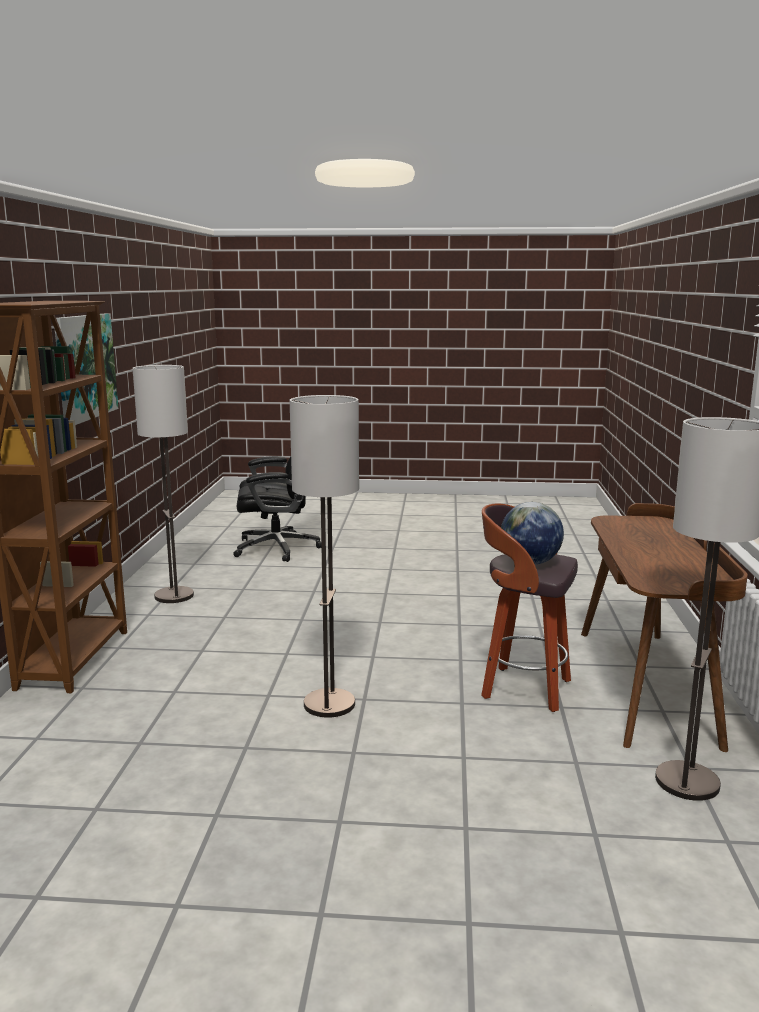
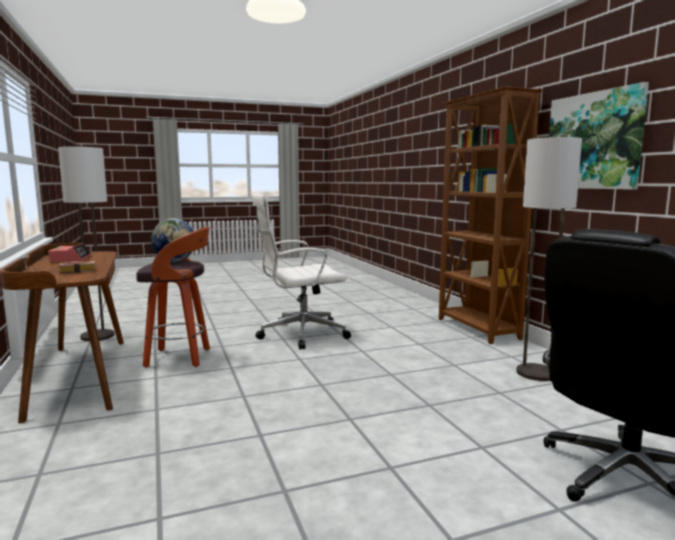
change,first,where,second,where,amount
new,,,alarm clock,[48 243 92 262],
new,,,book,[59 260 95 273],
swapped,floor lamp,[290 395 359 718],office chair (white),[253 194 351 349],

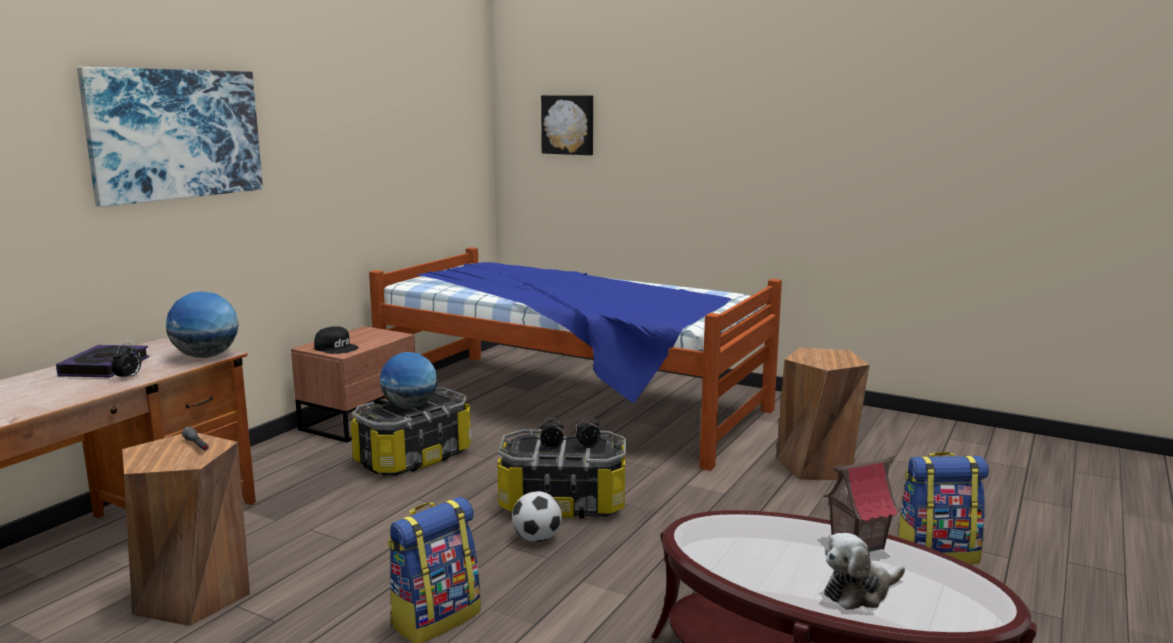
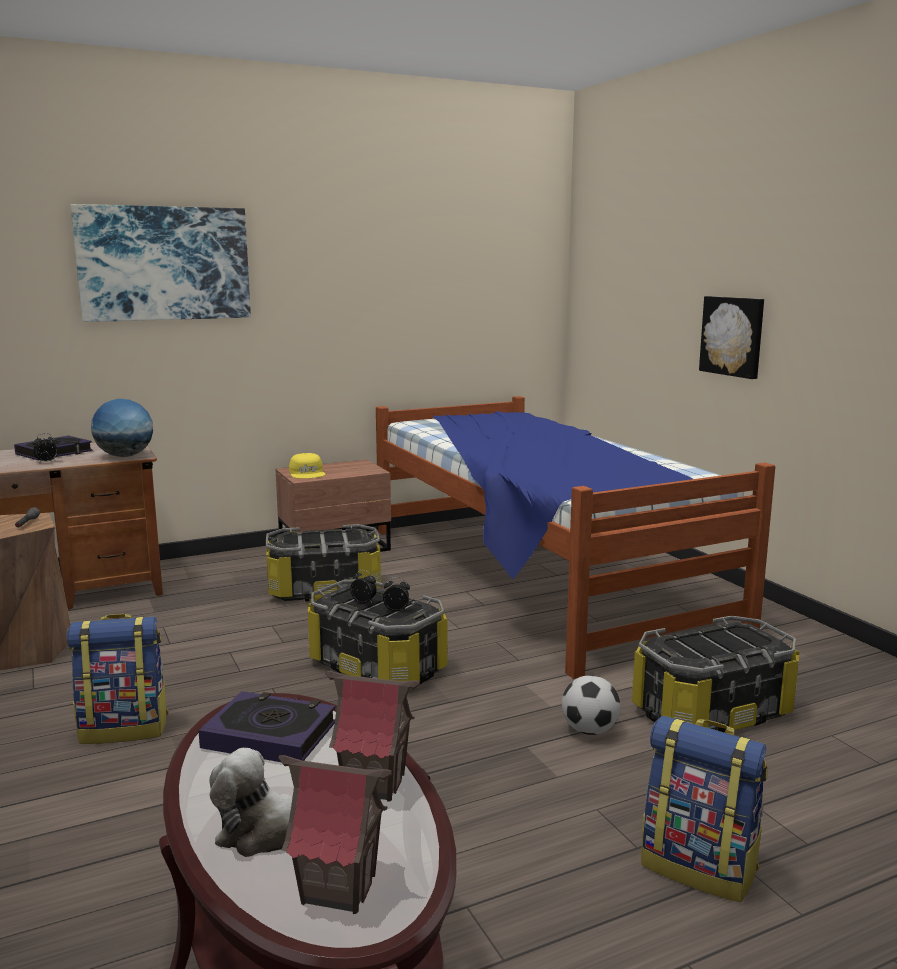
change,first,where,second,where,amount
new,,,book,[198 691 336 762],
new,,,toy house,[279 755 392 914],
repainted,cap (black),[314 326 359 354],cap (yellow),[289 453 325 478],
shifted,football,[512 491 562 542],,[562 675 620 735],
swapped,stool (brown),[776 347 870 481],storage box,[632 616 799 733],
shifted,picture,[541 95 593 155],,[699 296 764 379],
gone,globe,[380 352 437 408],,,

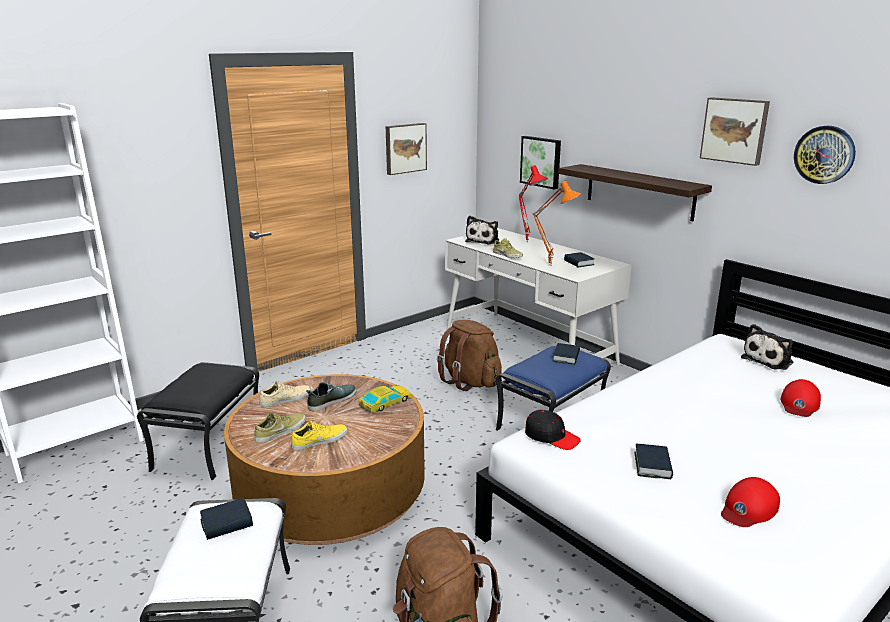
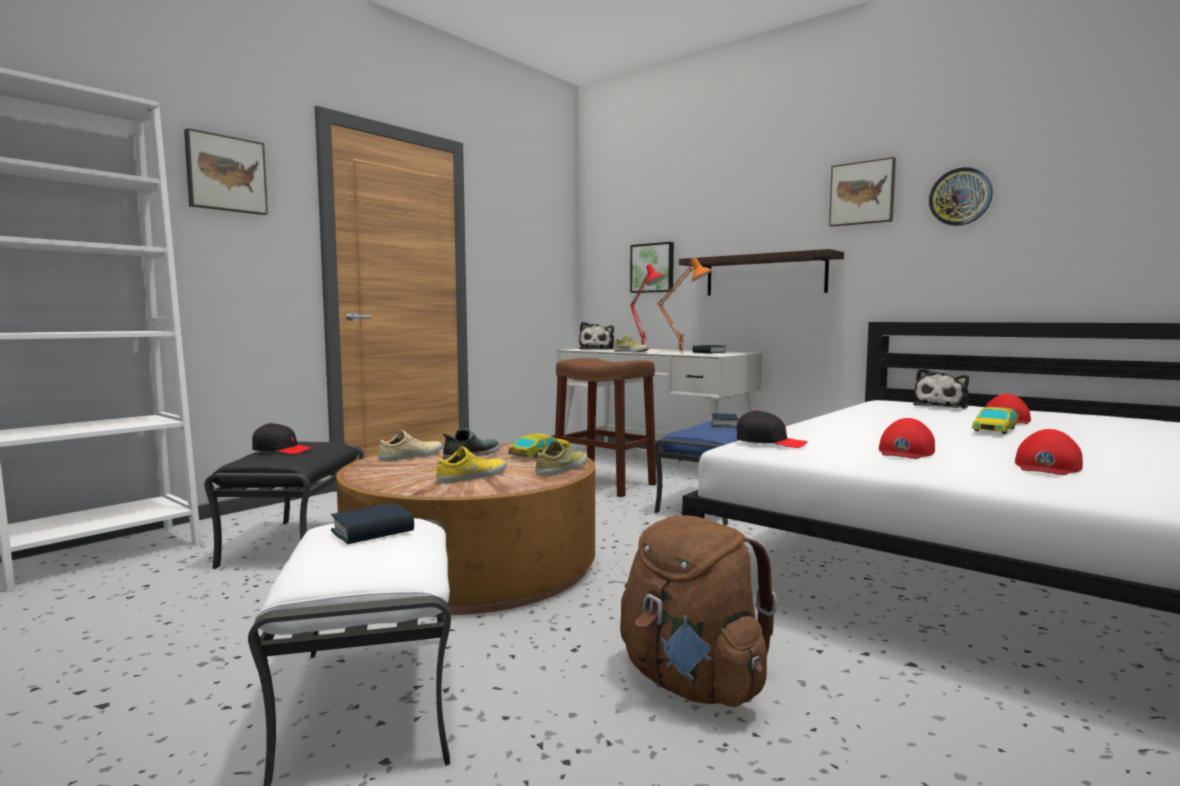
change,first,where,second,where,amount
shifted,picture,[386 123 427 175],,[184 128 268 215],
new,,,cap (black),[252 423 313 454],
shifted,shoe (beige),[254 412 306 443],,[535 440 588 476],
swapped,backpack (brown),[437 320 502 391],stool (brown),[555 358 657 497],
swapped,book,[634 444 673 479],cap (red),[879 418 935 459],
new,,,toy car,[972 407 1018 434],

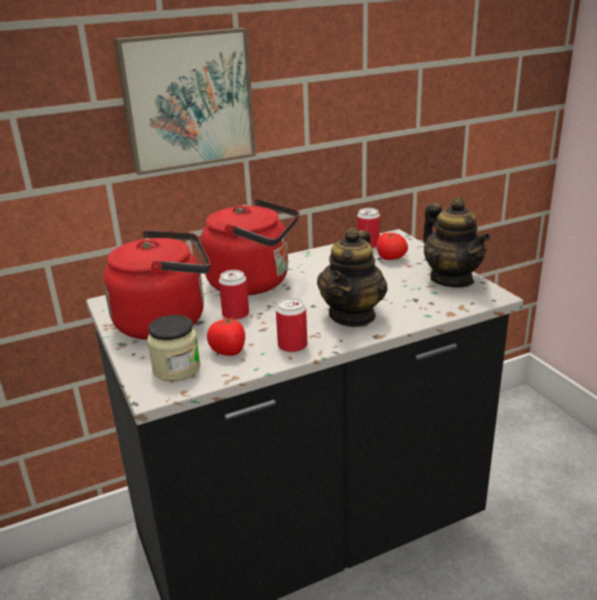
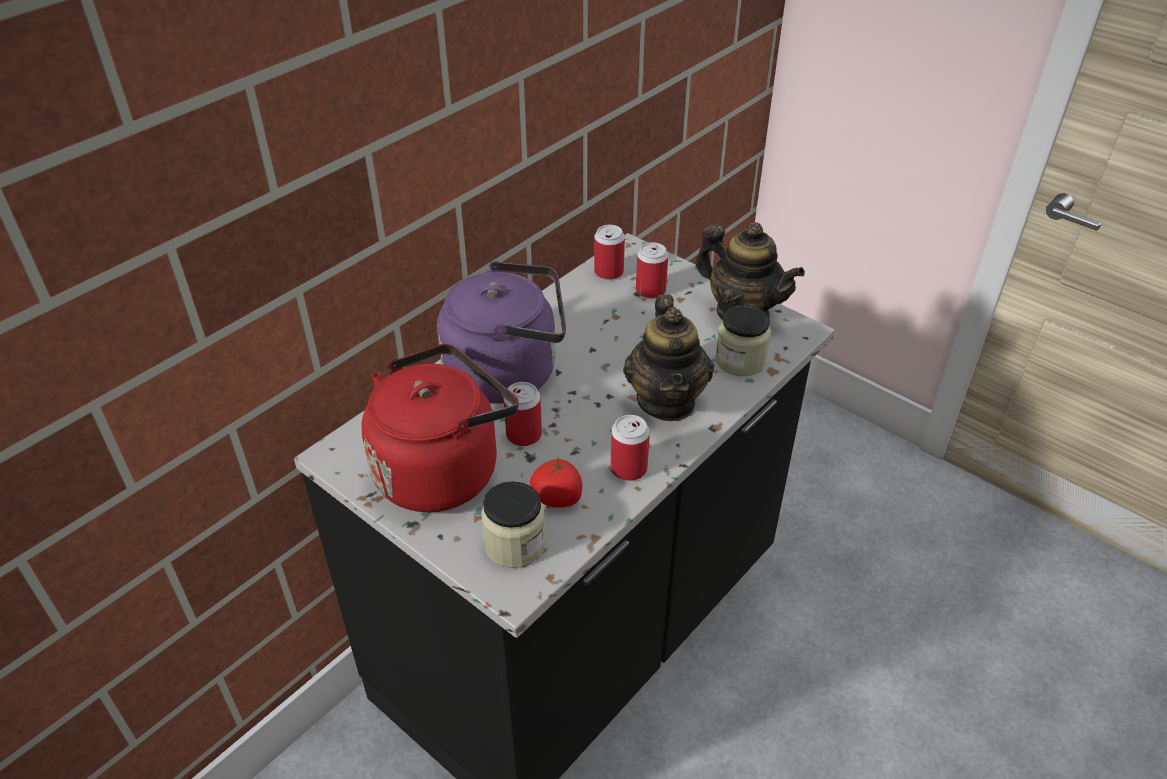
change,first,where,second,where,amount
repainted,kettle (red),[201 198 299 295],kettle (purple),[437 261 566 404],
swapped,tomato,[376 233 408 260],can,[636 242 668 299],
new,,,jar,[715 305 771 376],
gone,picture,[114 28 256 175],,,

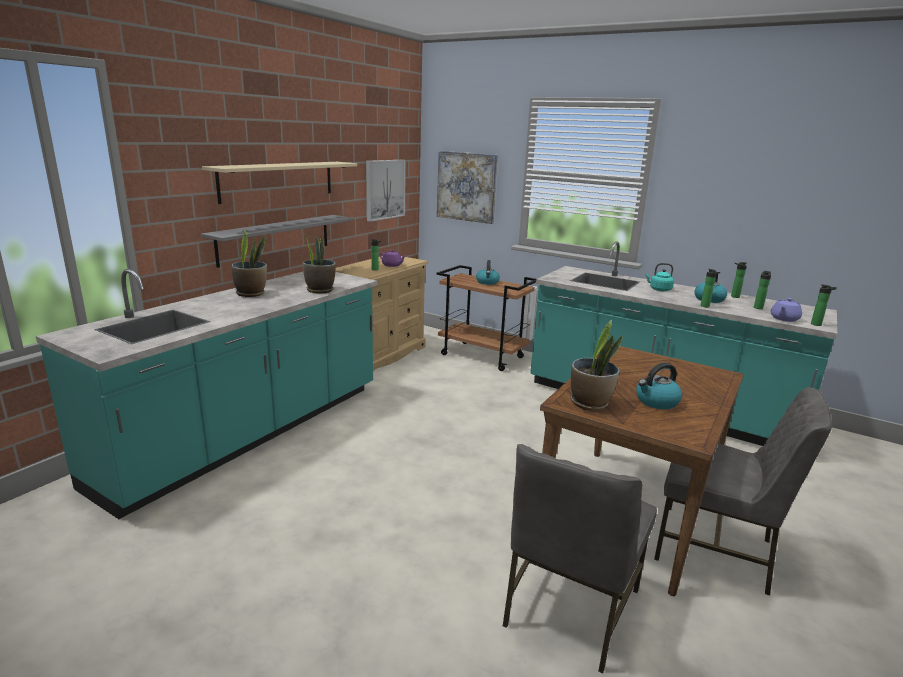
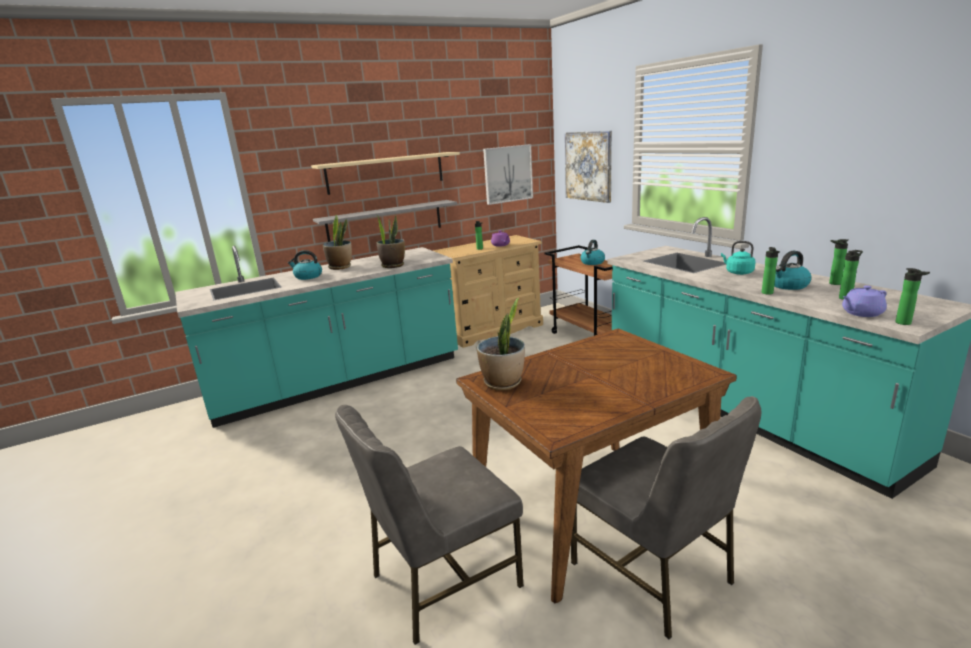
change,first,where,second,where,amount
shifted,kettle,[636 363 682 409],,[288 250 322 280],

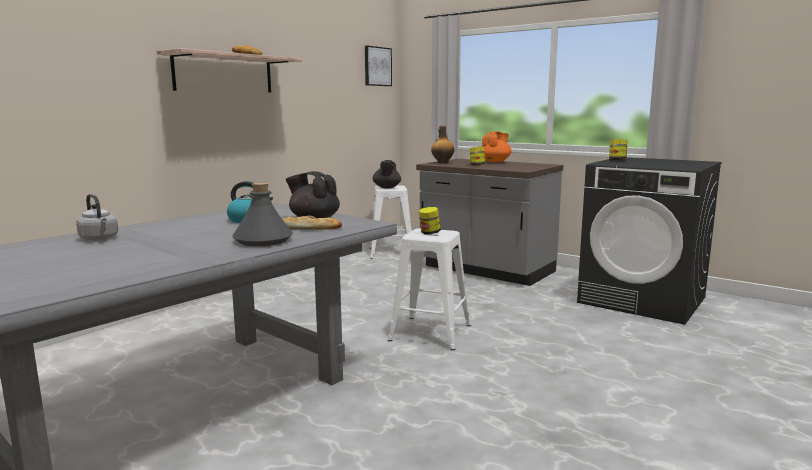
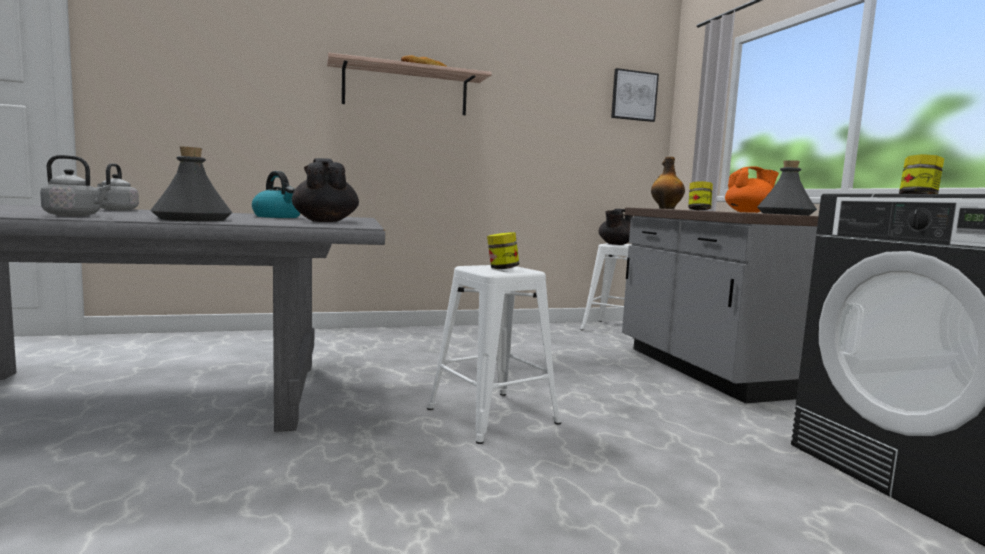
change,first,where,second,where,amount
new,,,kettle (grey),[40 155 111 217],
new,,,bottle (grey),[757 160 817 215],
gone,bread,[283 216 342 230],,,

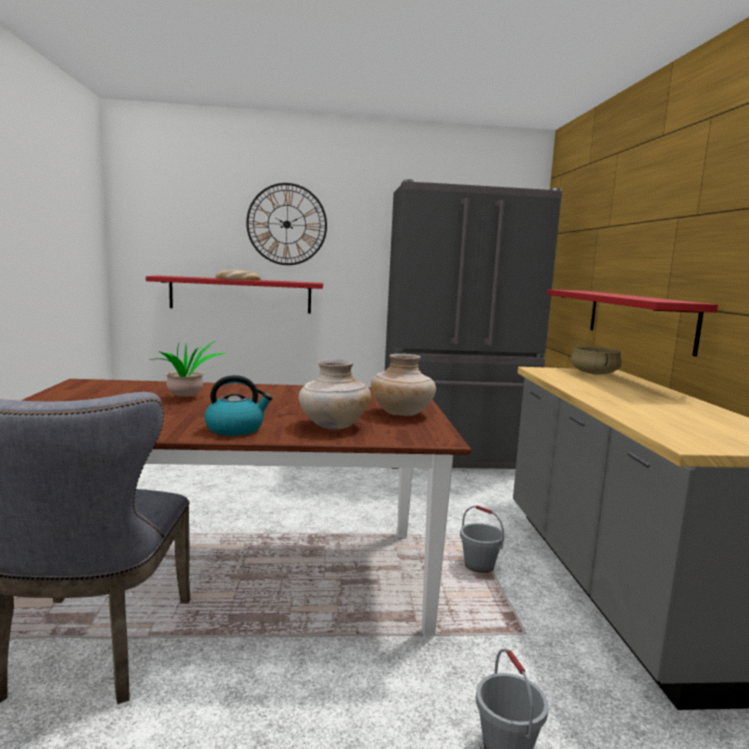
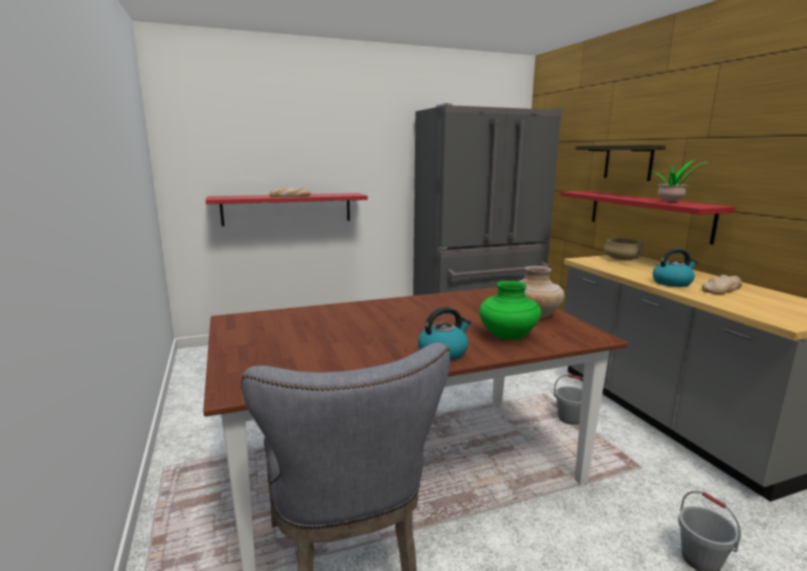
change,first,where,second,where,amount
repainted,vase (beige),[299 359 371 429],vase (green),[479 281 541 340],
new,,,shelf,[576 145 666 181],
shifted,potted plant,[149 341 225 397],,[651 160 703 201],
new,,,kettle,[653 248 698 287],
new,,,bread,[702 275 742 294],
gone,wall clock,[246 183 327 265],,,

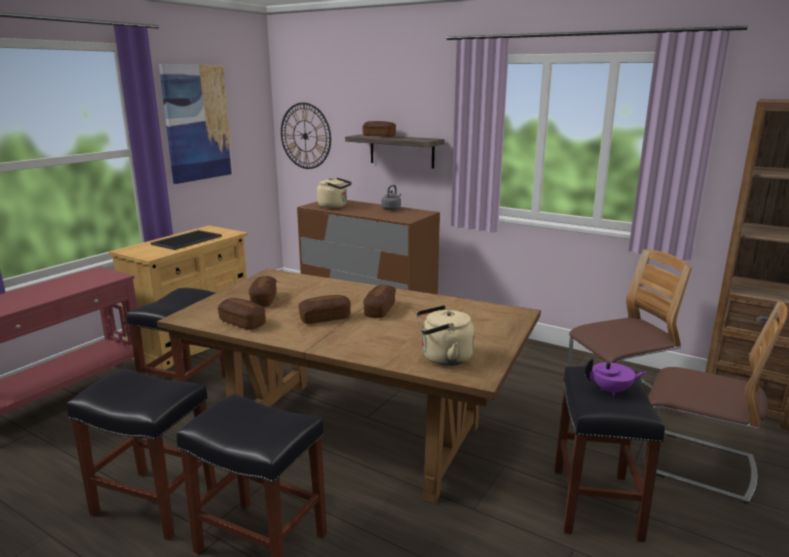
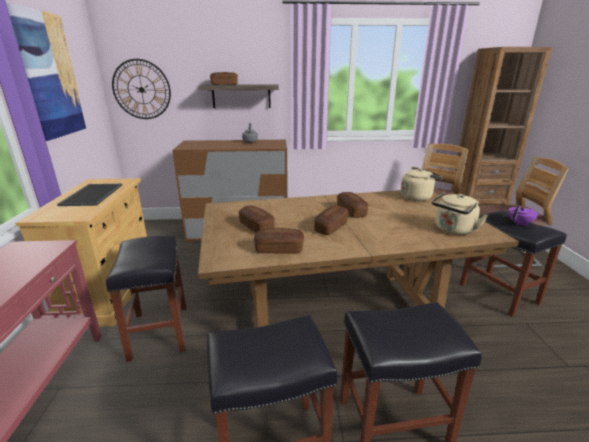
change,first,where,second,where,amount
shifted,kettle (beige),[317 178 352 208],,[401 167 443 201],

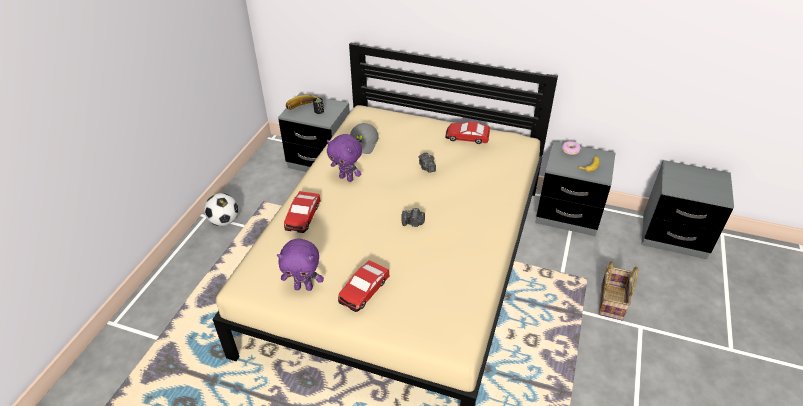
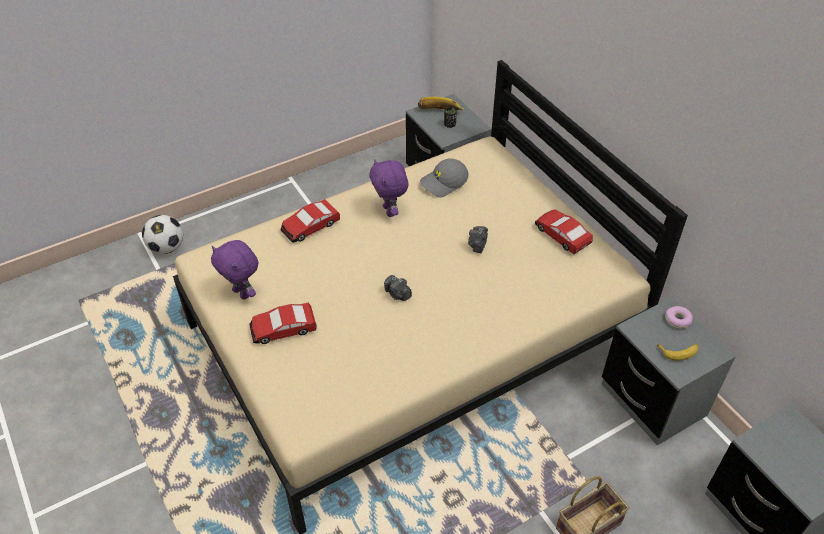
change,first,where,second,where,amount
shifted,football,[204 193 238 226],,[142 215 183 254],

